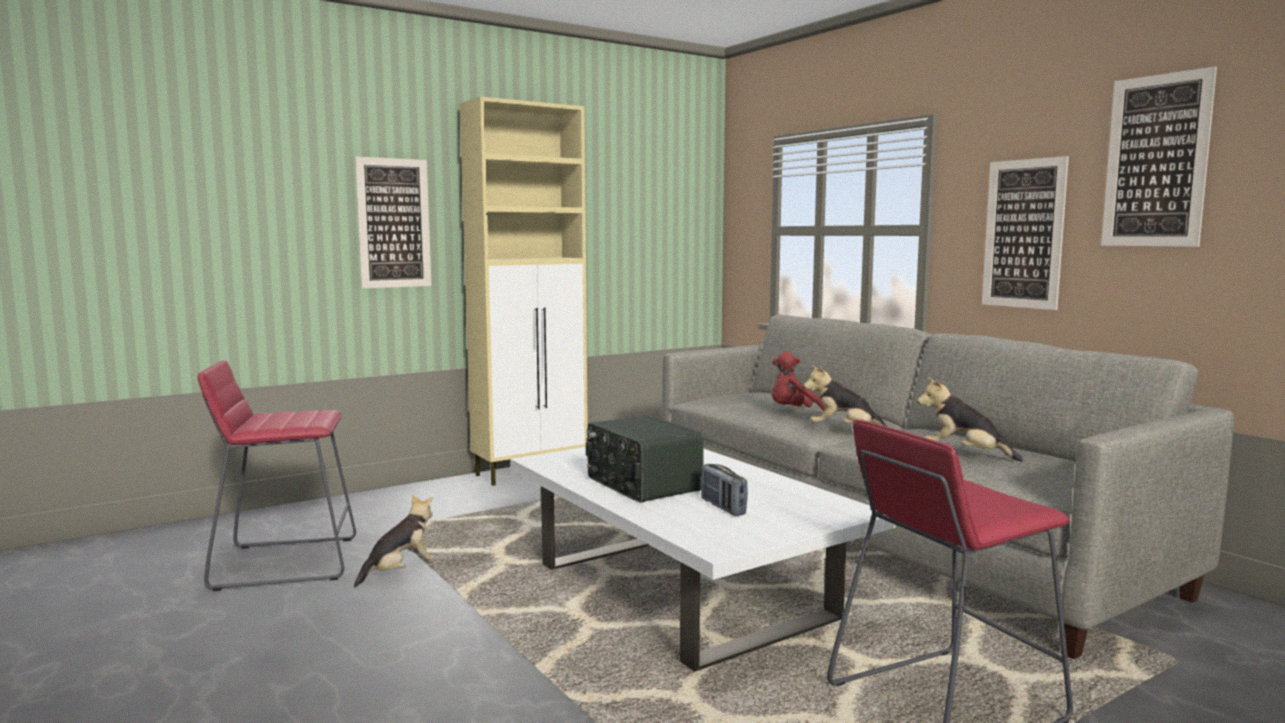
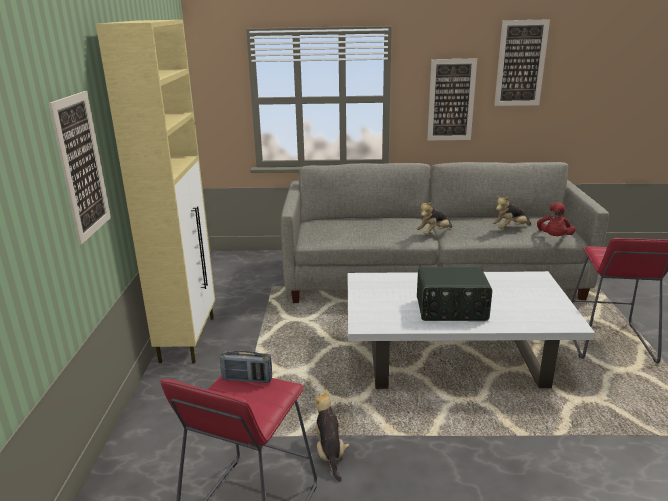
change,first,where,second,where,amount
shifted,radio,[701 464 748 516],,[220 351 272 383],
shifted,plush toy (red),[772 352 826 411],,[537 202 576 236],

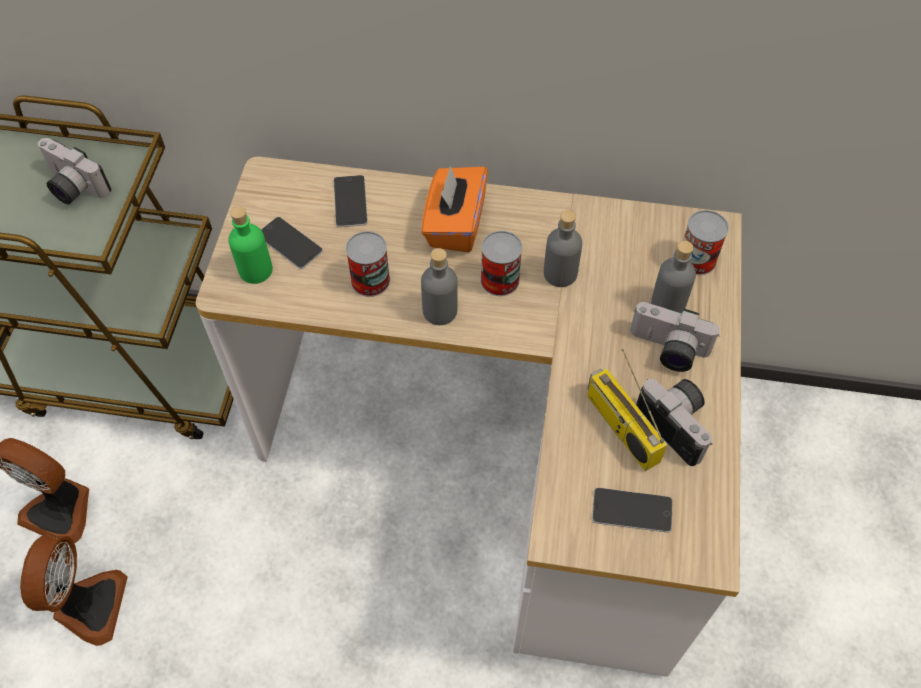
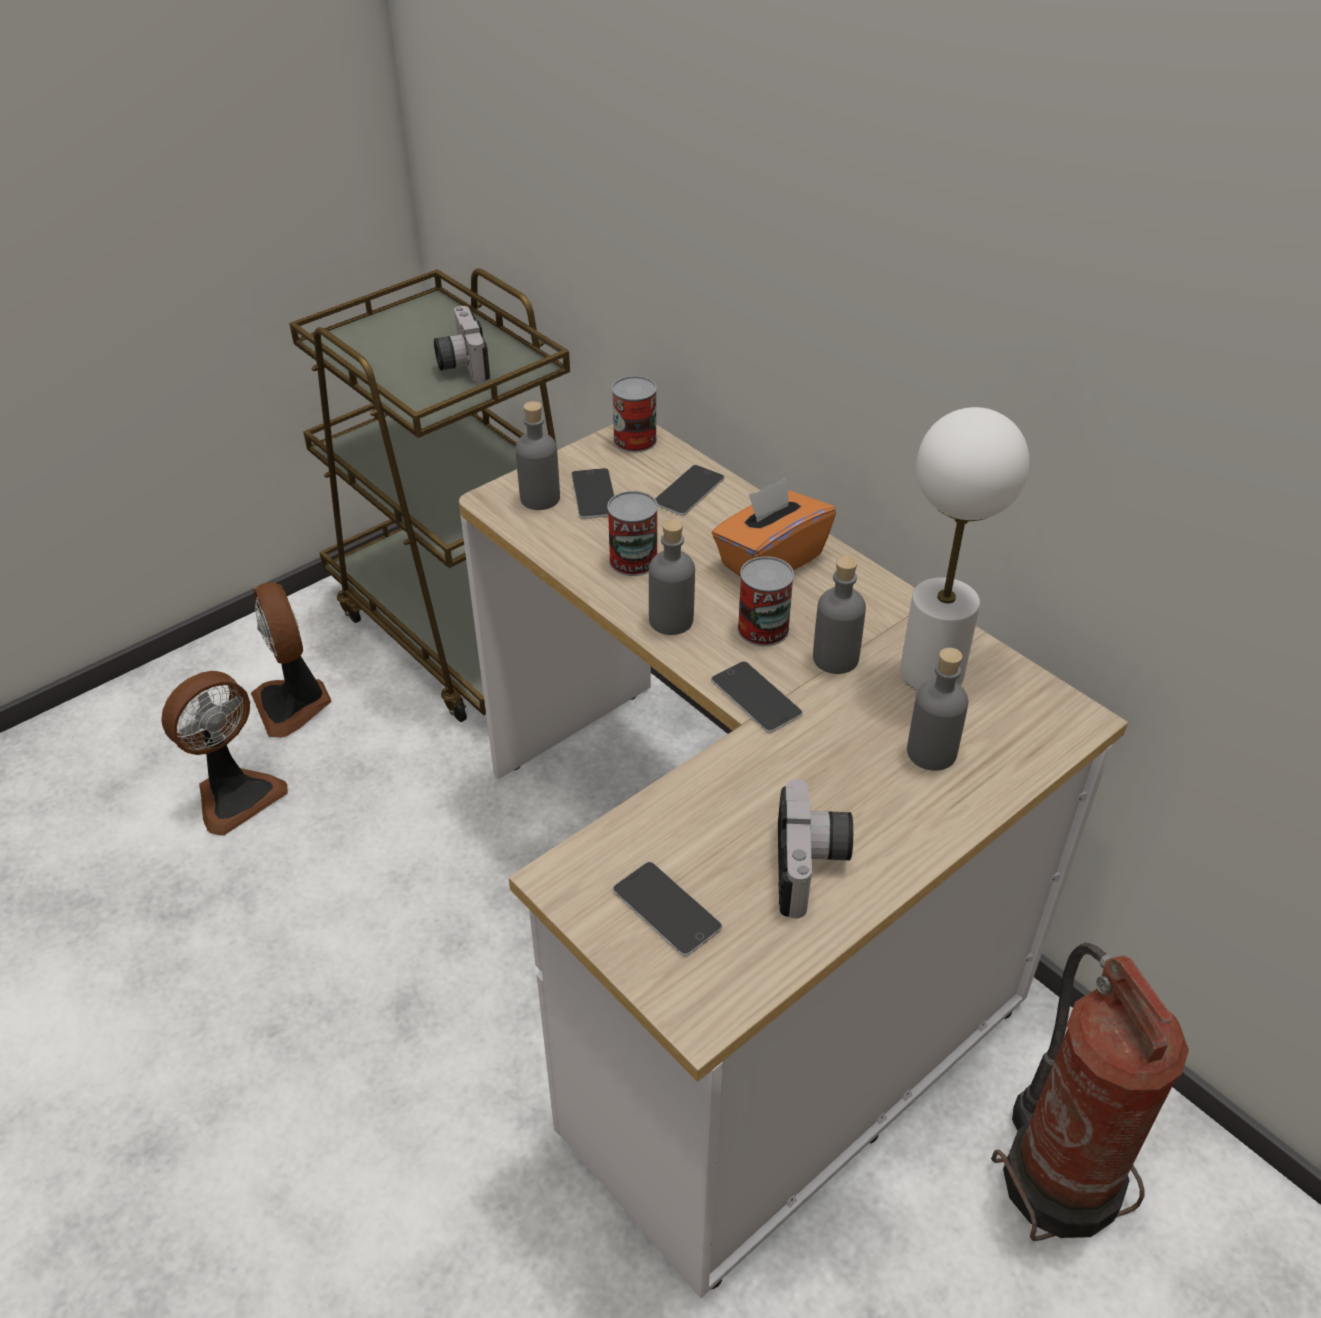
change,first,where,second,where,amount
repainted,bottle (green),[228 206 273 284],bottle (grey),[515 401 560 510],
shifted,can,[683 210 729 275],,[612 376 657 453],
new,,,phone,[711 661 803 733],
new,,,table lamp (white),[900 407 1029 691],
new,,,fire extinguisher,[991 942 1189 1241],
gone,radio,[587 349 667 471],,,
gone,photo camera,[630 302 720 372],,,

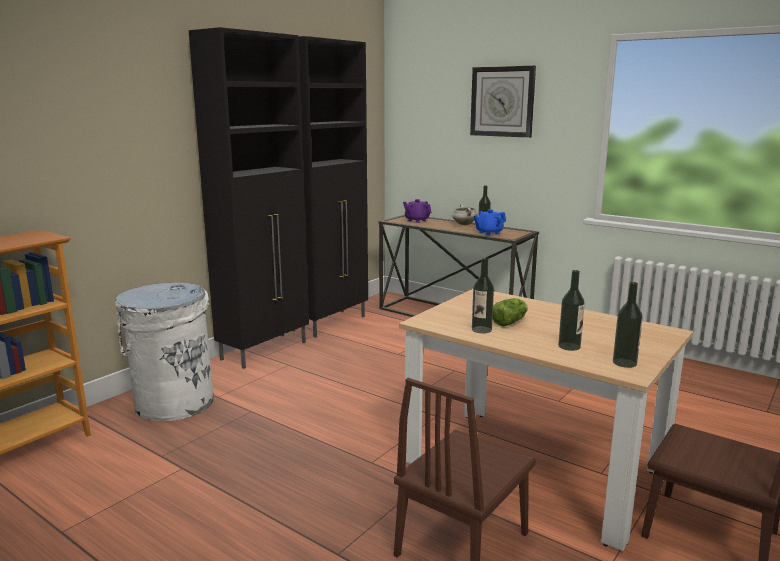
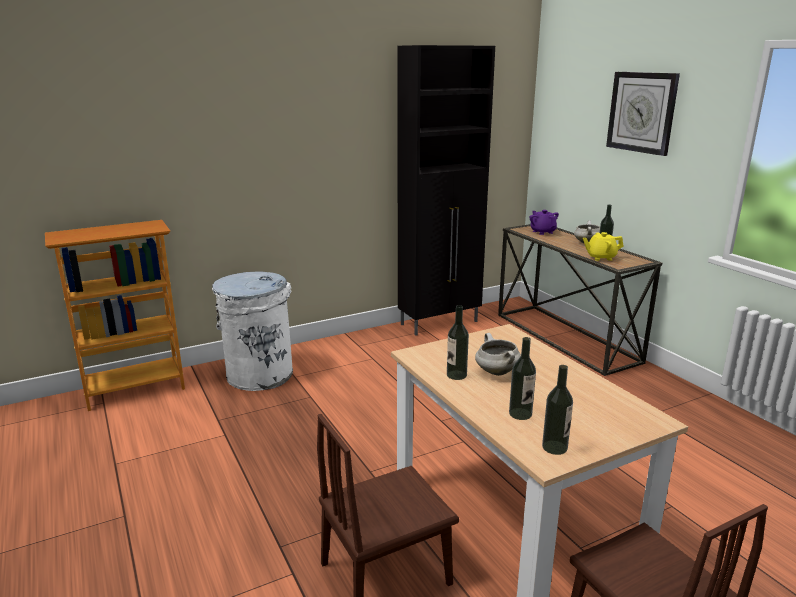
change,first,where,second,where,amount
swapped,lettuce,[493 298 528 326],cooking pot (white),[475 333 521 376],
repainted,teapot (blue),[474 209 506 235],teapot (yellow),[583 232 623 261],
gone,cabinet (black),[189 27 309 369],,,

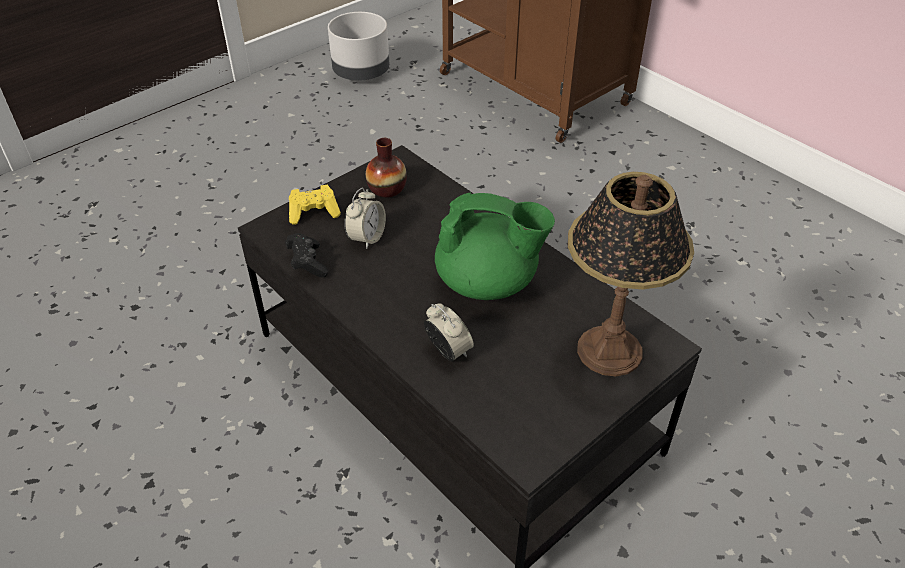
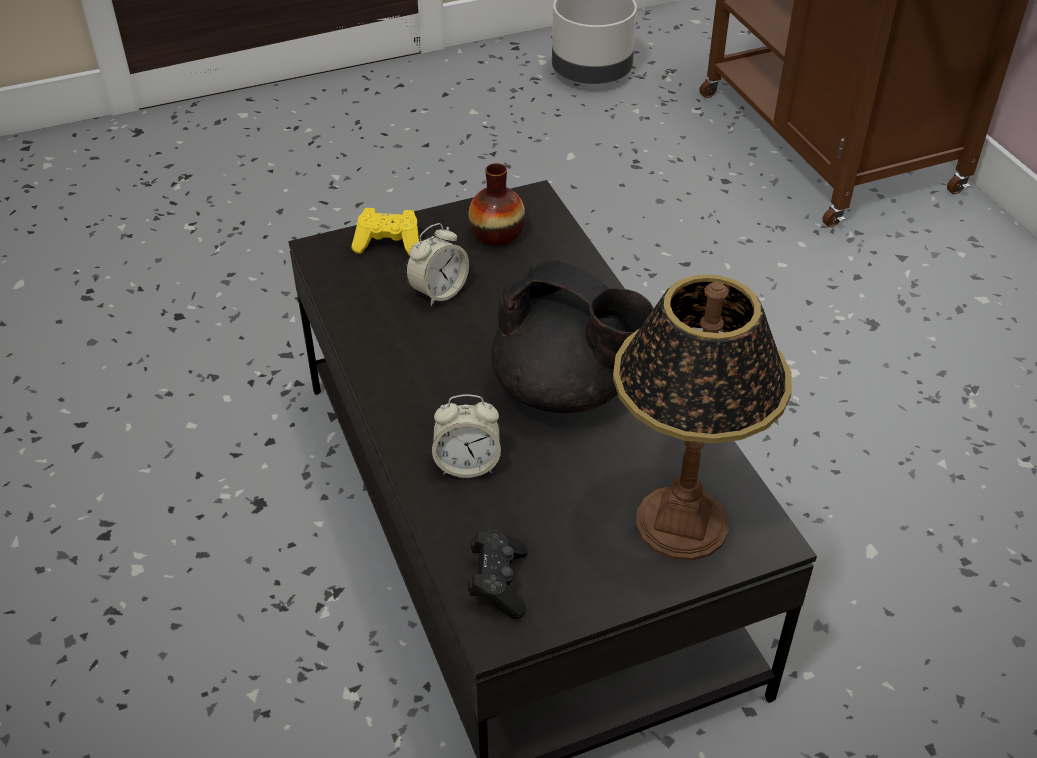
change,first,where,second,where,amount
rotated,alarm clock,[424 304 474 361],,[432 394 501 478],105 degrees clockwise
shifted,game controller (black),[285 233 328 277],,[468 530 528 619],
repainted,teapot (green),[435 192 555 300],teapot (black),[491 260 653 413],

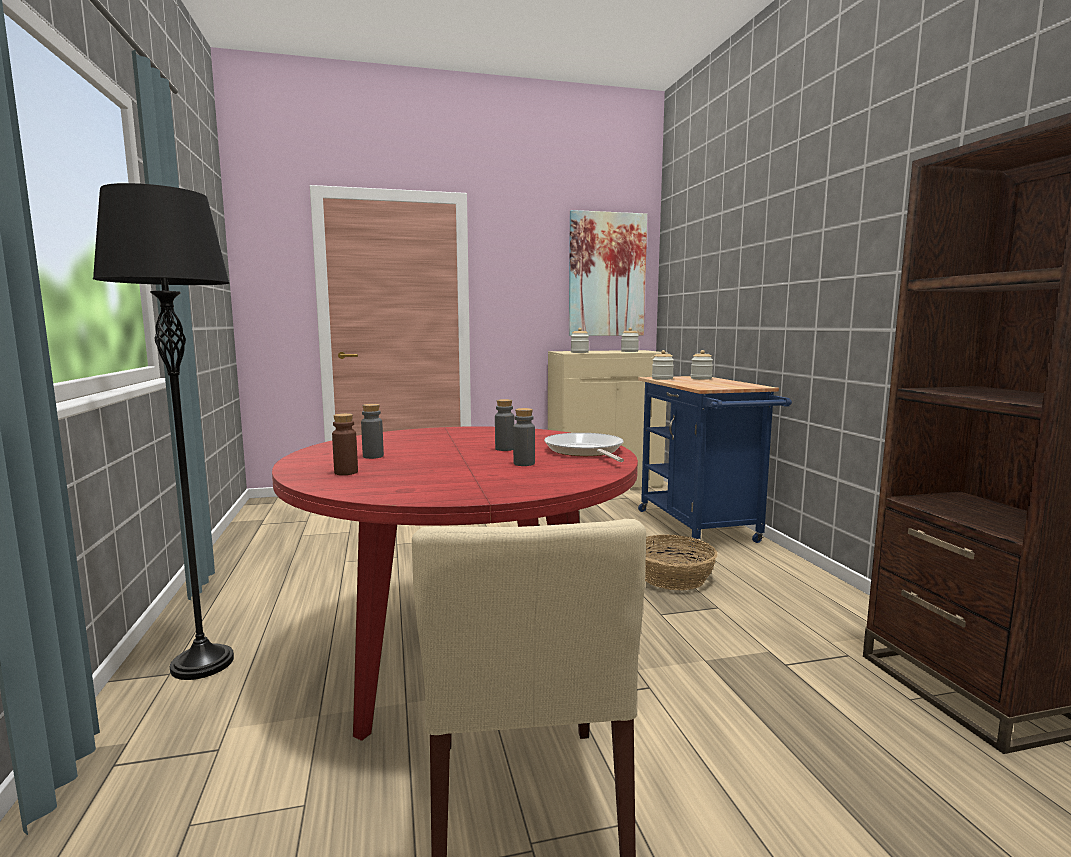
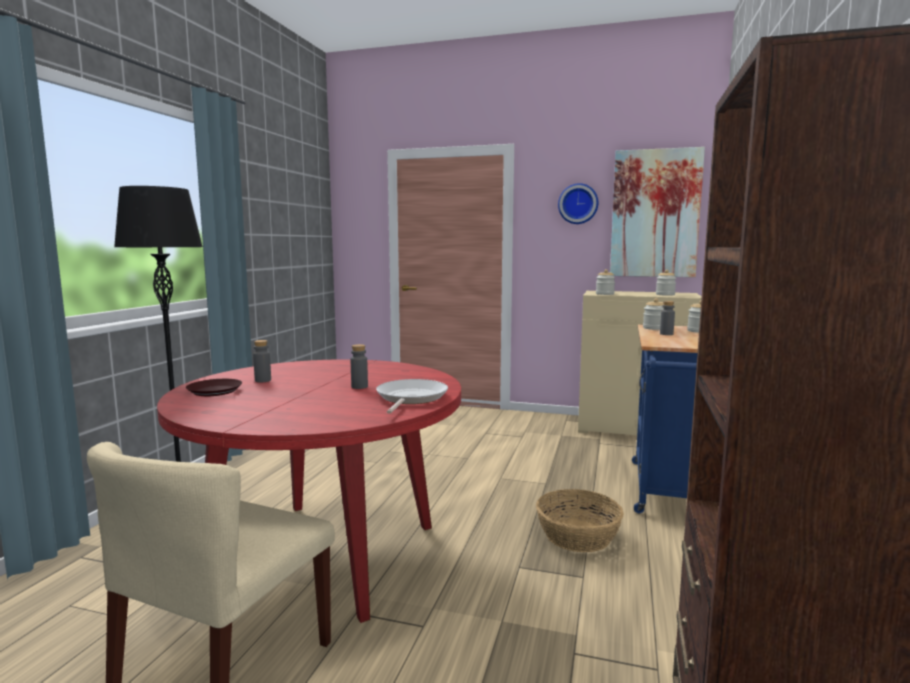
change,first,where,second,where,amount
swapped,bottle (brown),[332 413 358 475],plate (brown),[186 379 242 396],
new,,,wall clock,[558 183 598 224],
shifted,bottle (grey),[513 408 535 466],,[660 301 675 335],

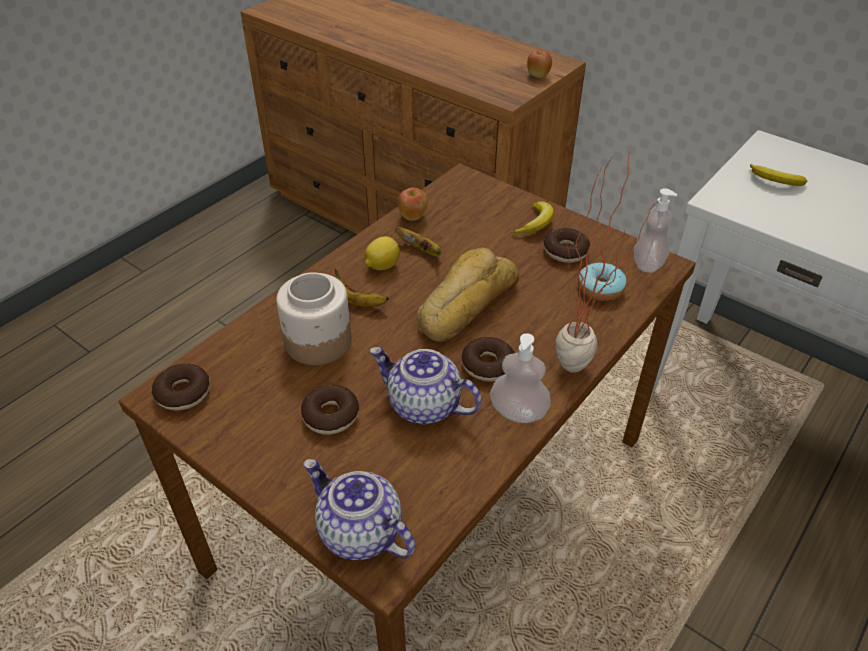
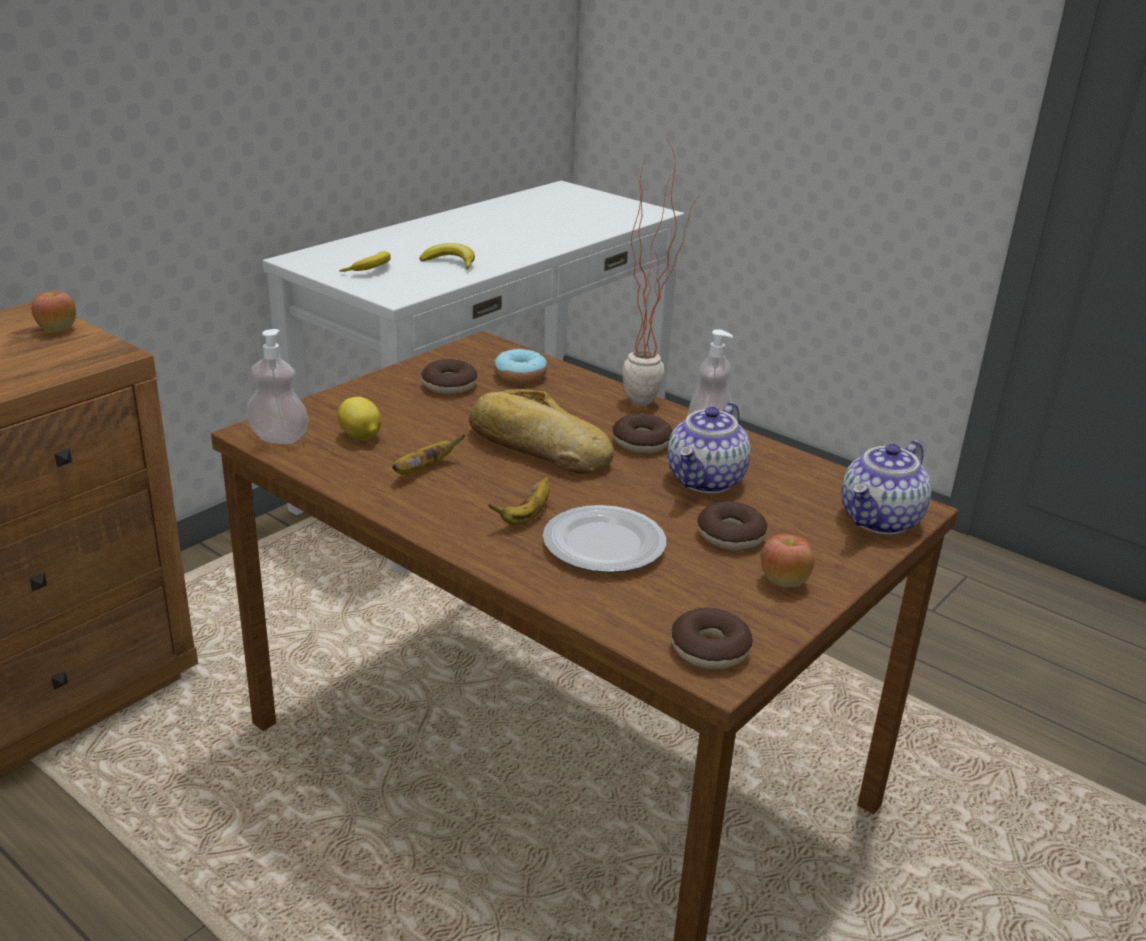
change,first,where,second,where,amount
shifted,soap dispenser,[634 188 677 273],,[246 329 309 444],
shifted,lemon,[365 236 400 270],,[337 397 381 440],
shifted,banana,[511 201 554 233],,[419 243 475 270],
swapped,jar,[276 272 351 365],plate,[543 505 666 573],
shifted,apple,[398 188 428 221],,[761 534 814 587],

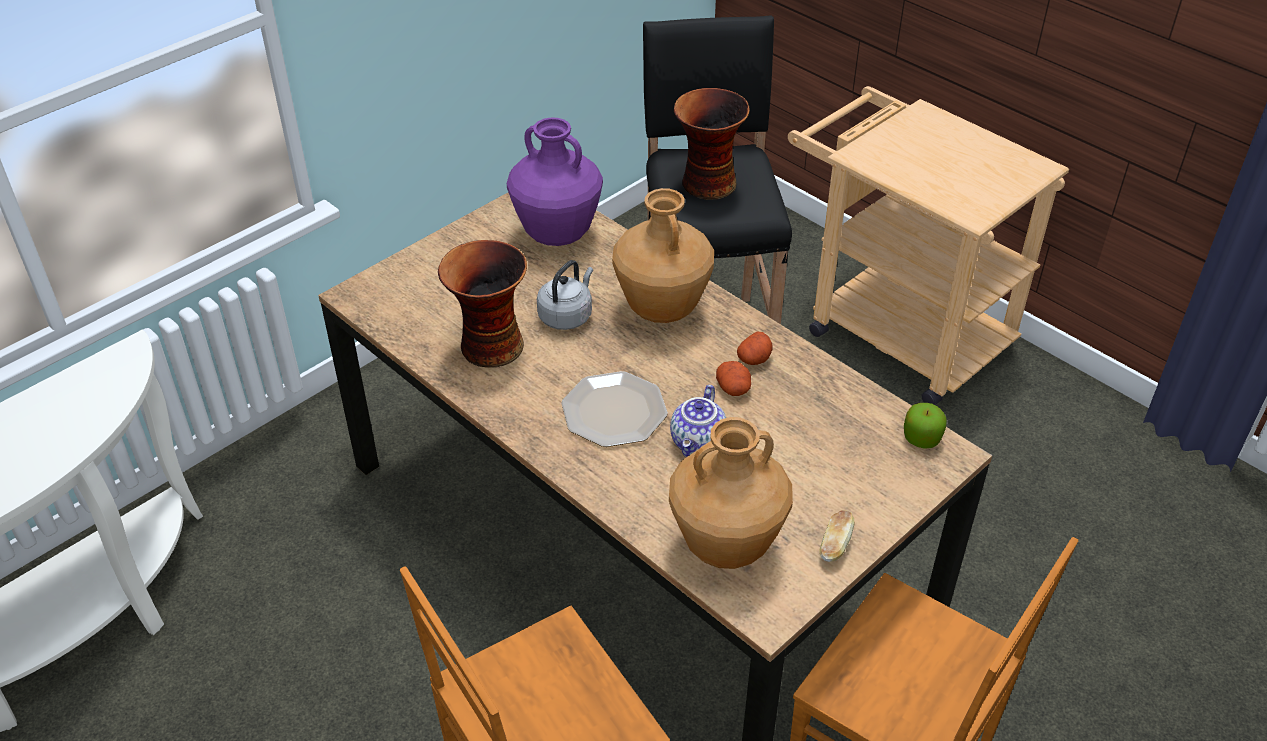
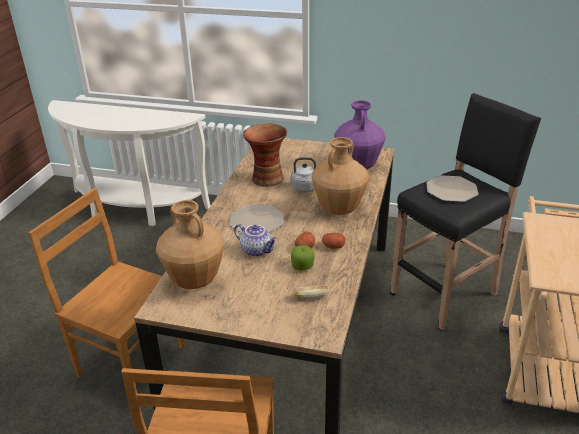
change,first,where,second,where,amount
rotated,teapot,[670 384 726 457],,[234 224 278 257],135 degrees counterclockwise
shifted,apple,[904 403 947 449],,[291 245 314 270],
shifted,bread,[819 510 854 562],,[292 285 330 299],
swapped,vase,[674 88 750 200],plate,[426 175 478 202],

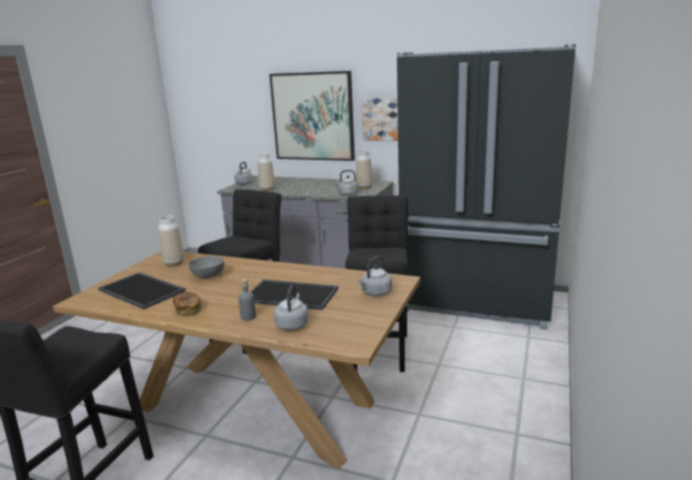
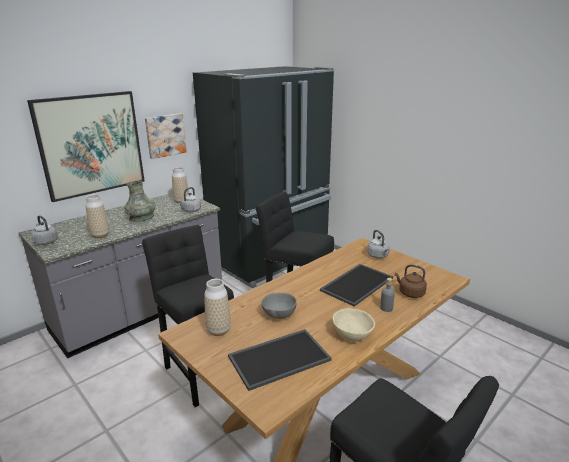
change,first,where,second,where,amount
new,,,vase (grey),[124 181 156 222],
swapped,bread,[173 292 202 316],bowl (beige),[333 308 375 341],
repainted,kettle (grey),[274 285 309 331],kettle (brown),[395 264 427 298],

